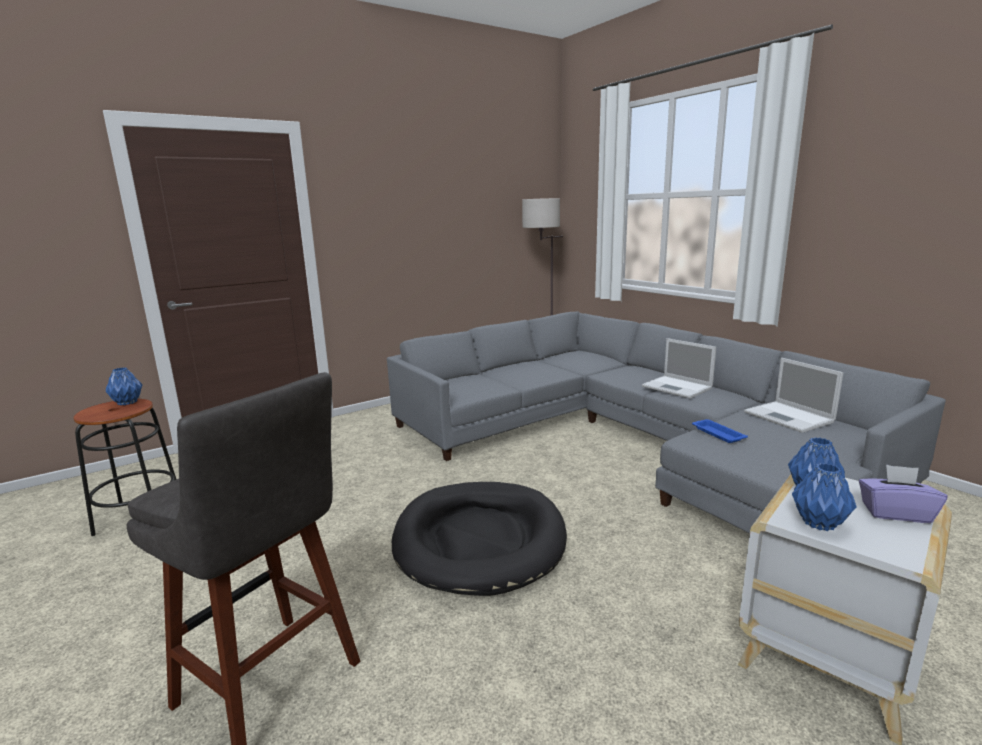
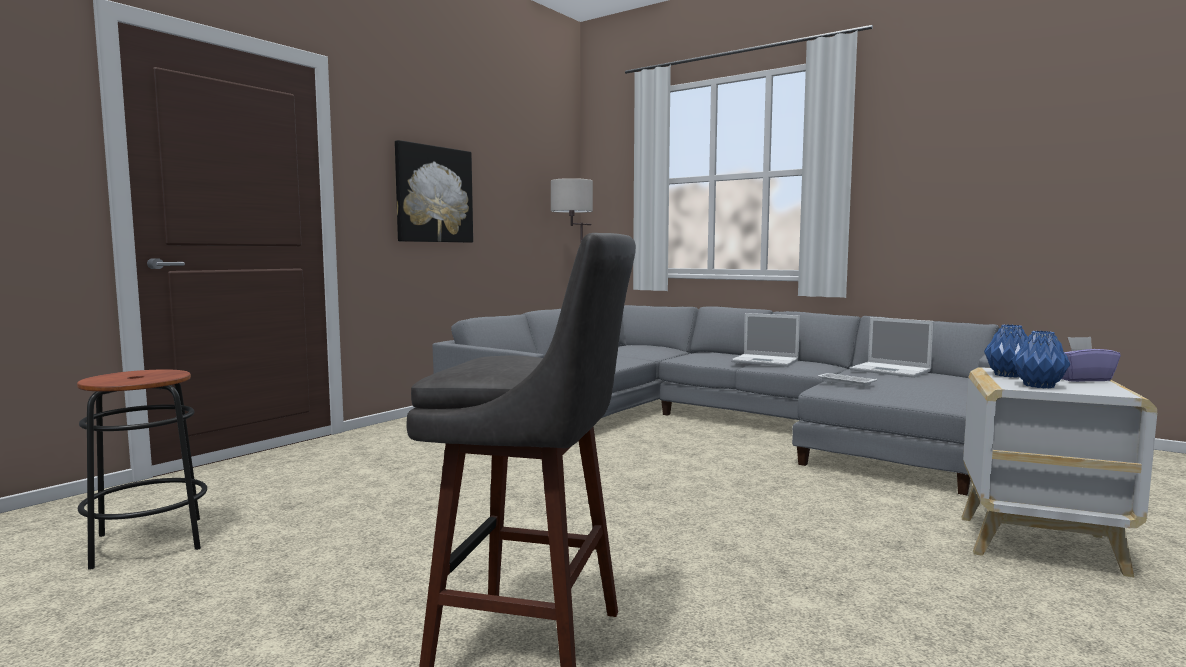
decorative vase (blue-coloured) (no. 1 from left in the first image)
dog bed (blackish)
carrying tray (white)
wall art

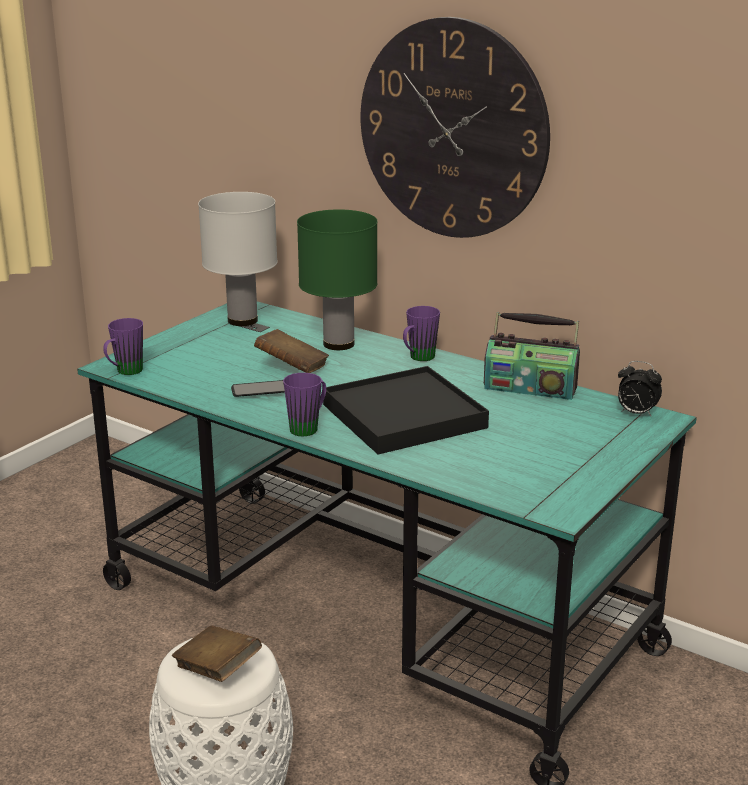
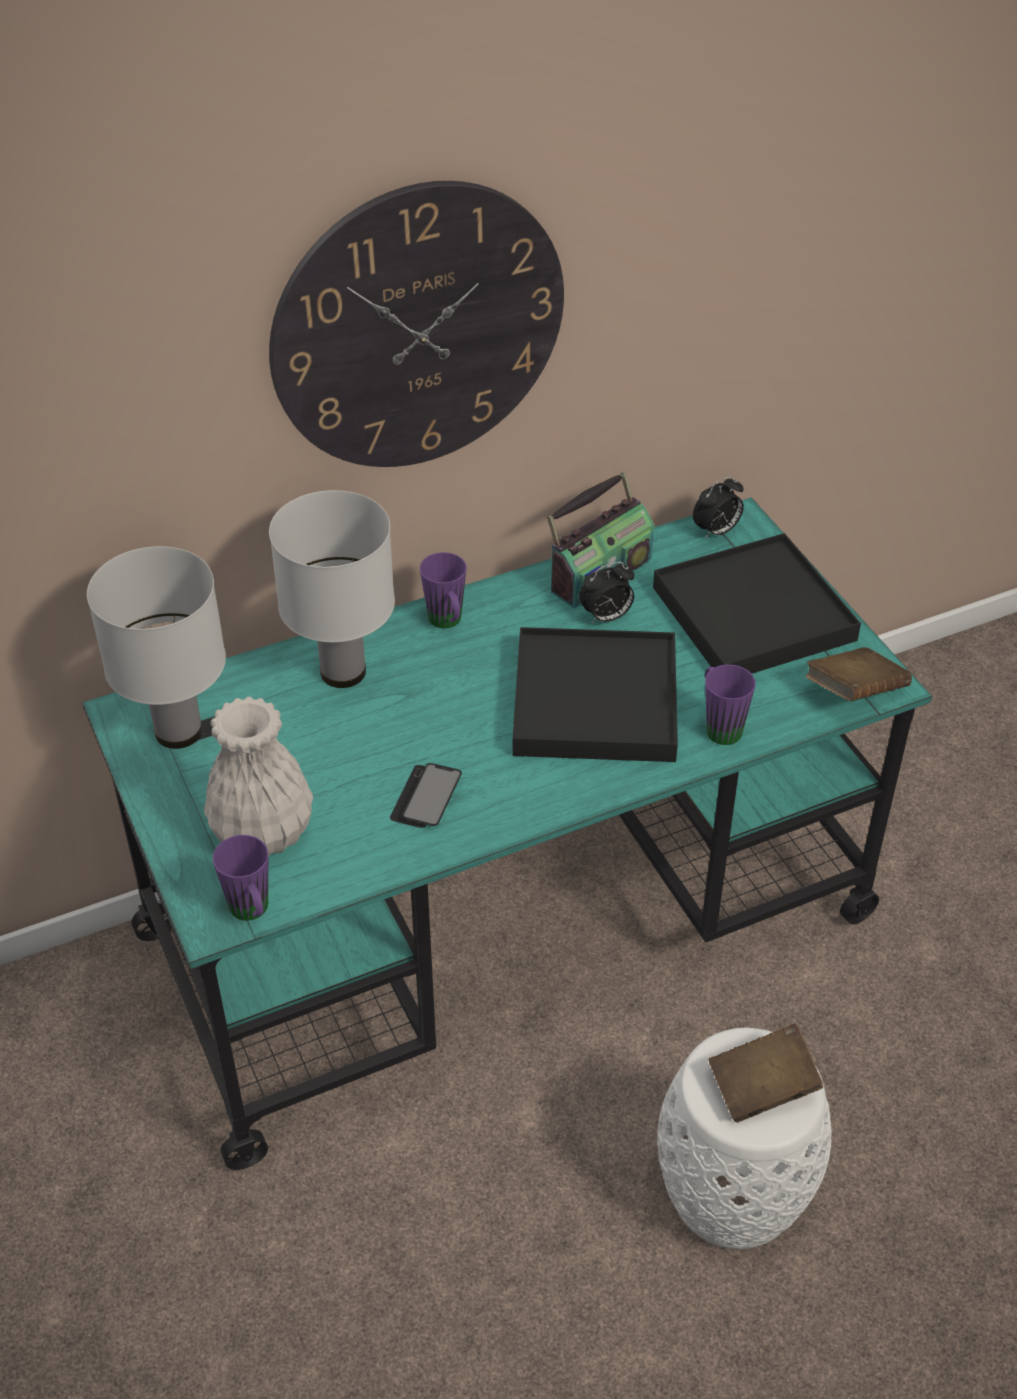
bound book (brownish) (no. 2 from left)
coffee mug (purplish) (no. 3 from left)
tabletop lamp (white) (no. 2 from left)
decorative vase (white)
table clock (no. 1 from left)
carrying tray (blackish) (no. 2 from left)

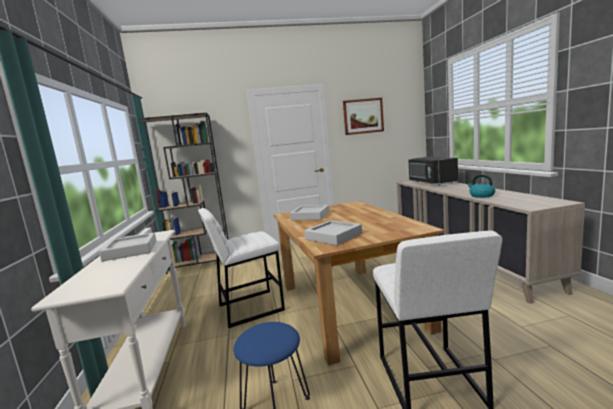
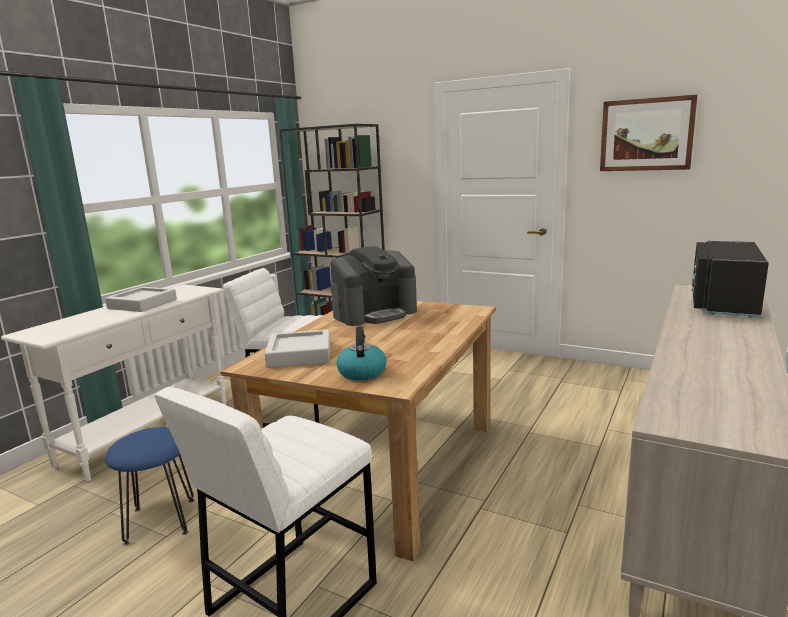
coffee brewer
tea kettle

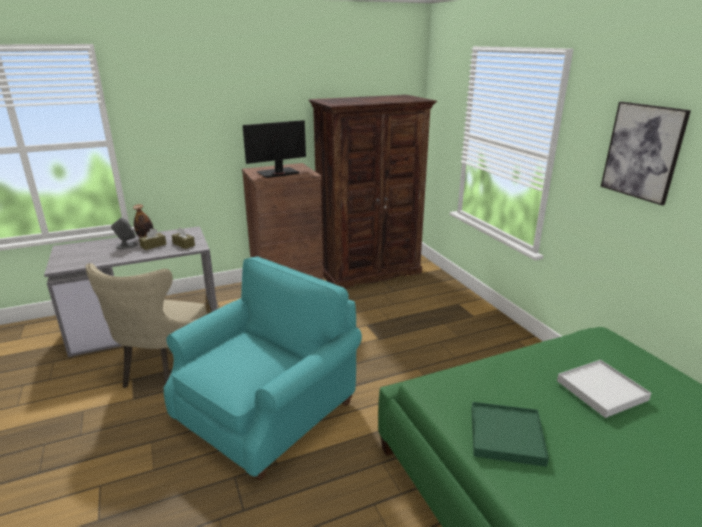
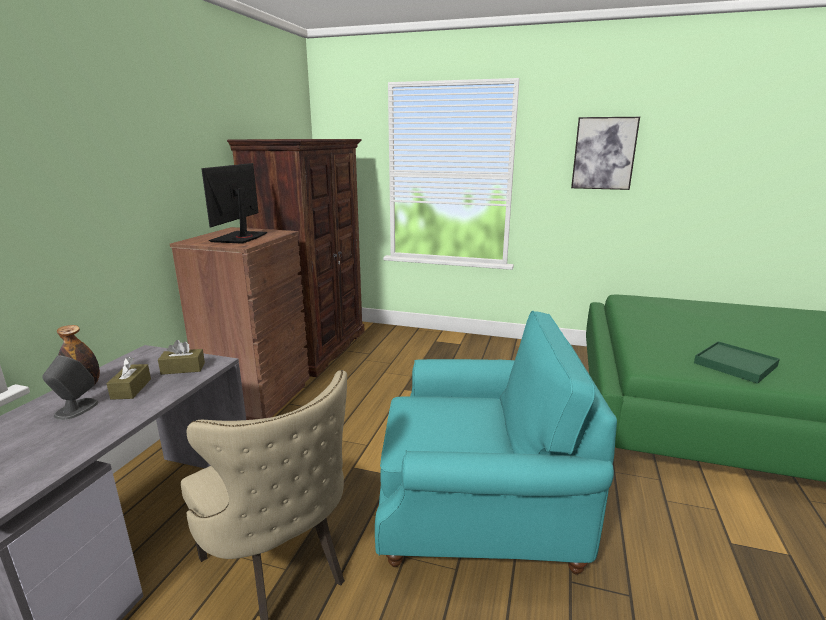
easy chair (turquoise-coloured)
carrying tray (white)

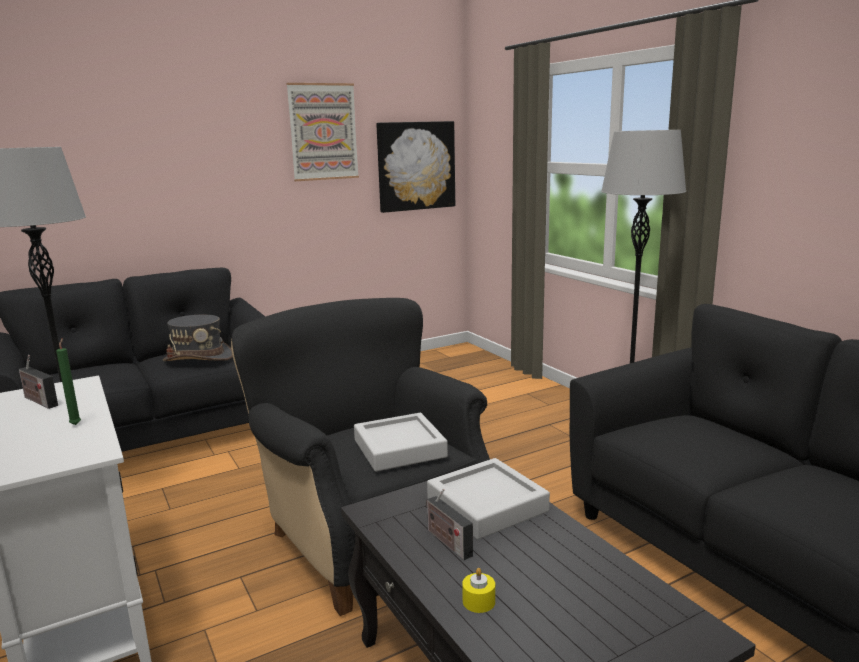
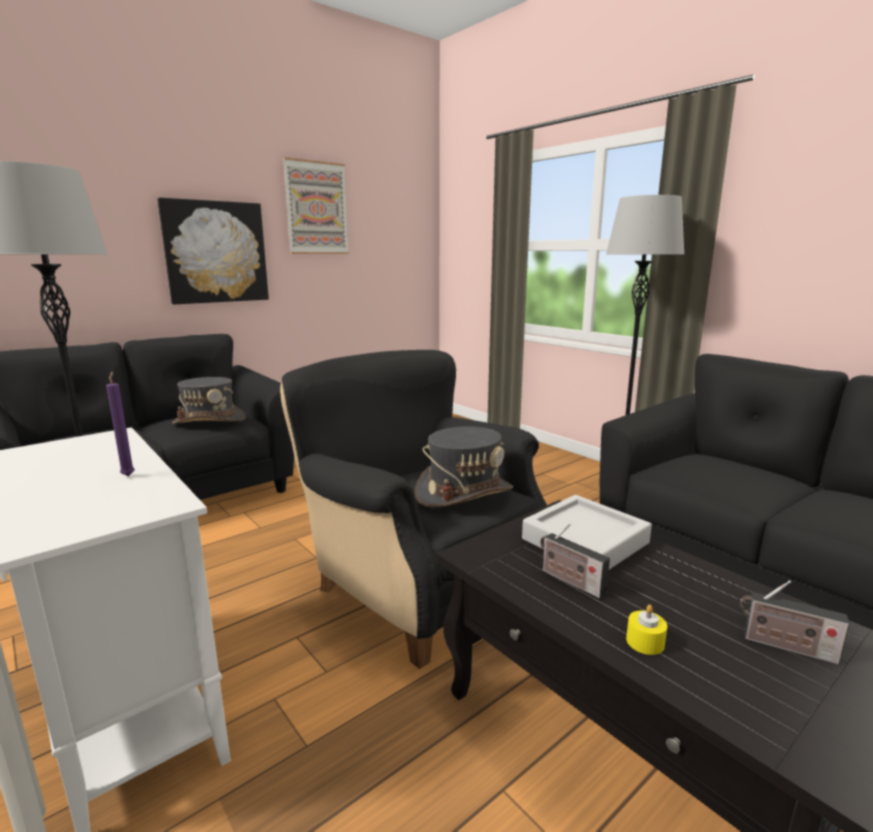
radio receiver (no. 2 from left)
candle (purplish)
wearable hat (gray) (no. 2 from left)
wall art (no. 1 from left)

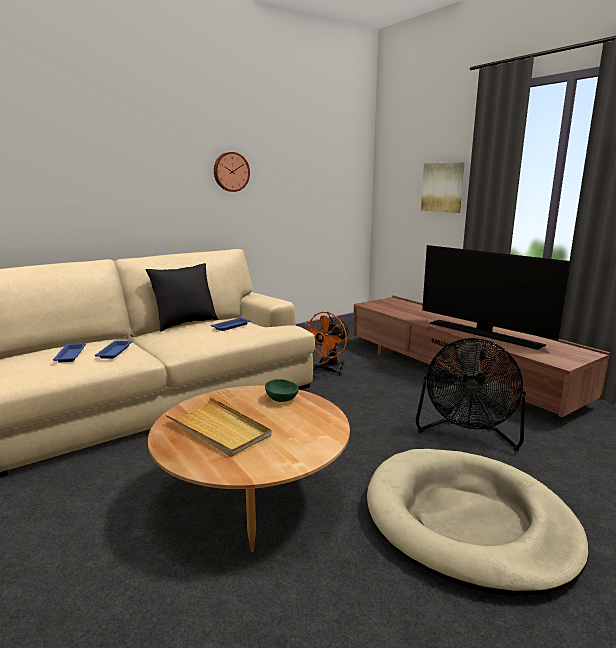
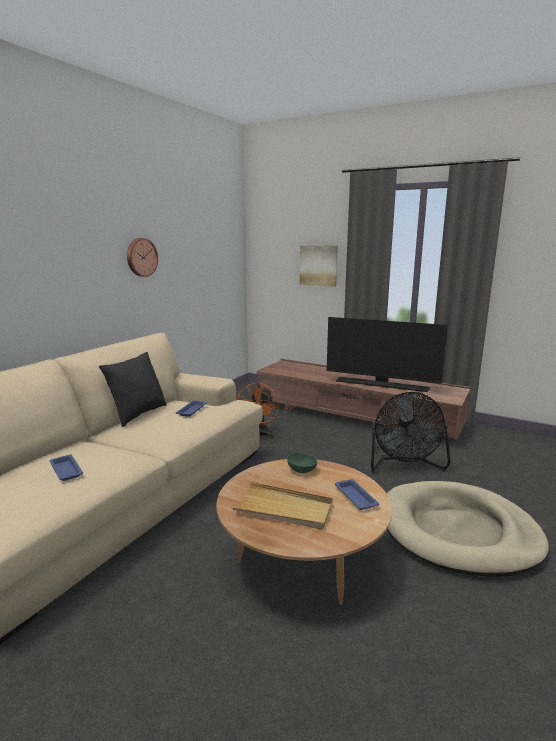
carrying tray (blue-coloured) (no. 3 from left)

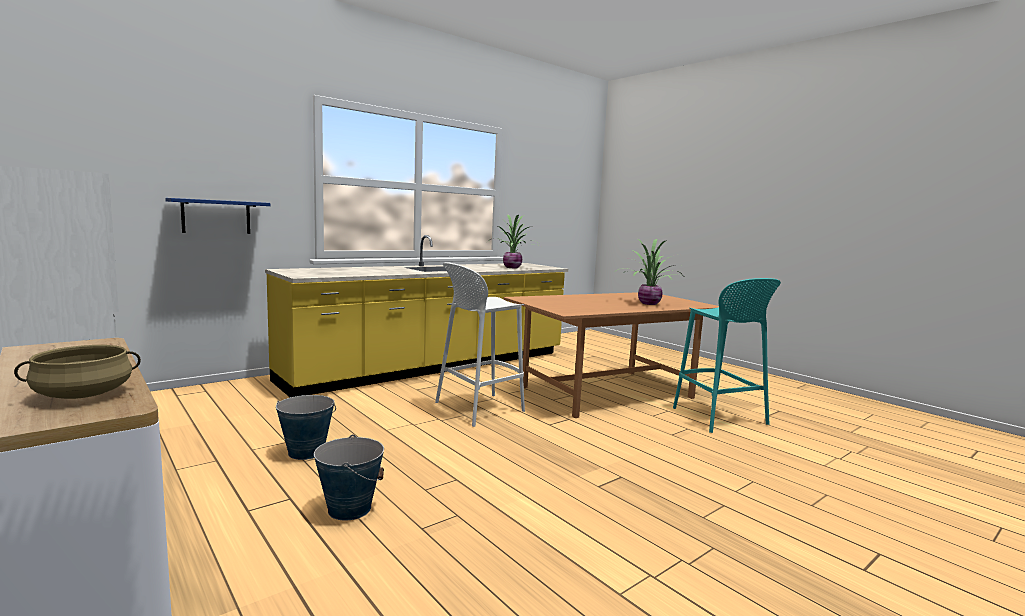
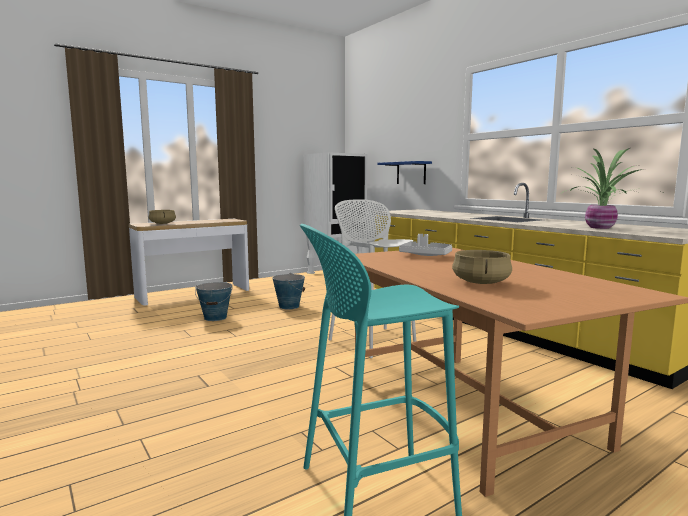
stockpot (beige) (no. 2 from left)
carrying tray (gray)

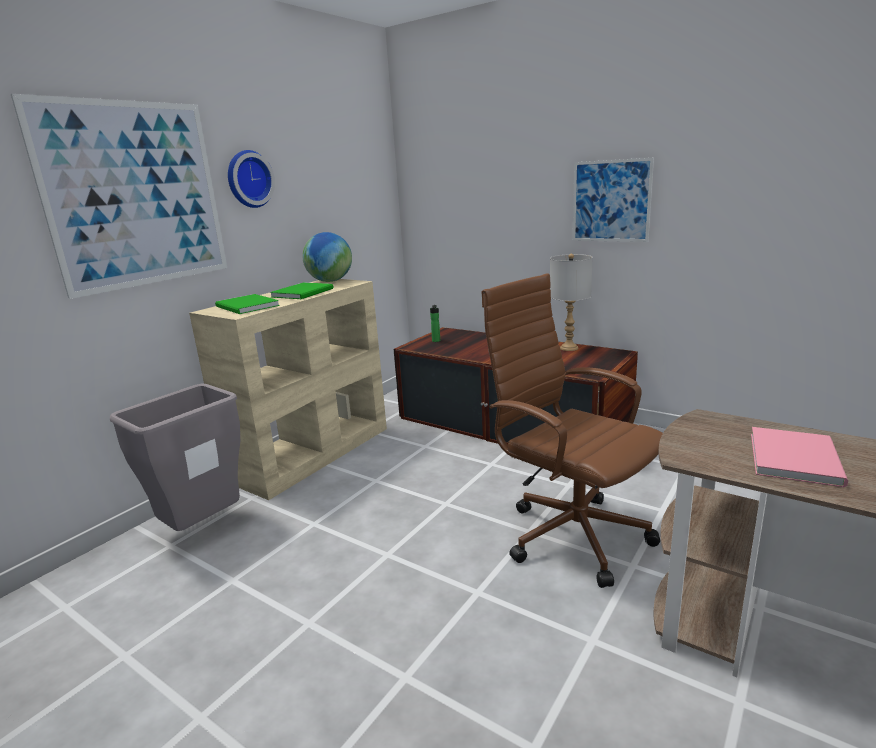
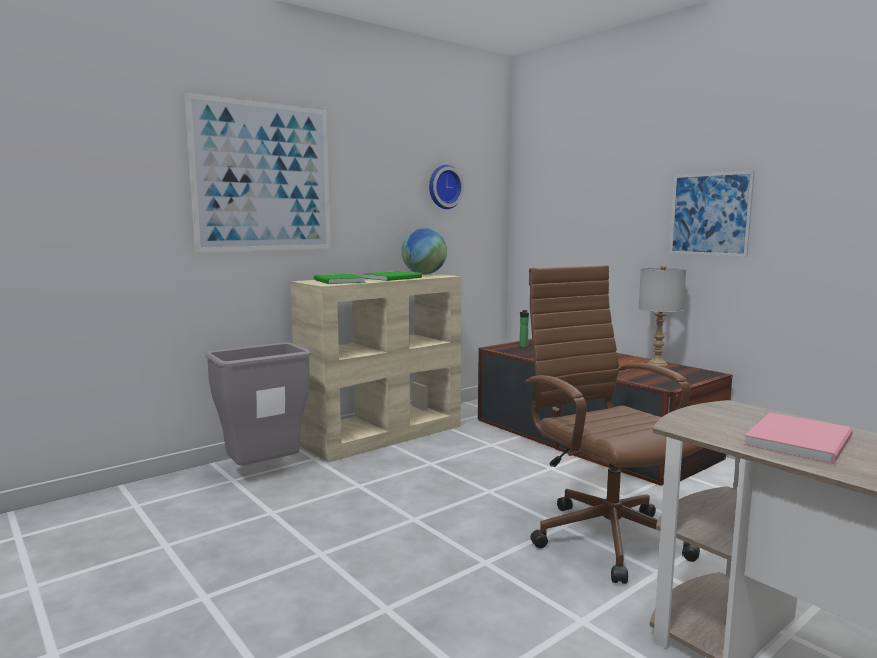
clock on the wall

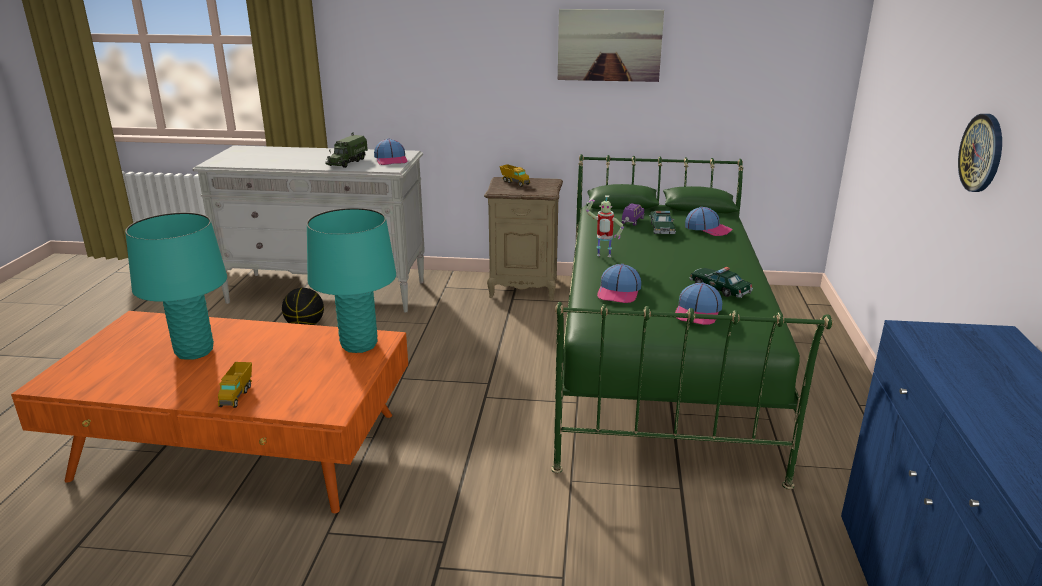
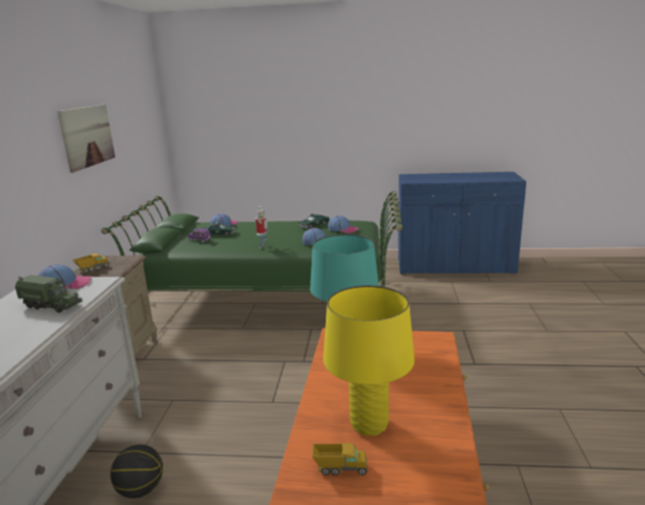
tabletop lamp (yellow-coloured)
toy truck (no. 3 from left)
clock on the wall

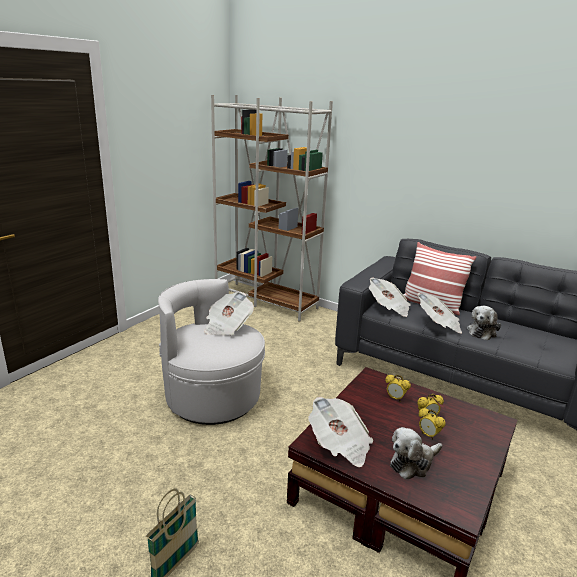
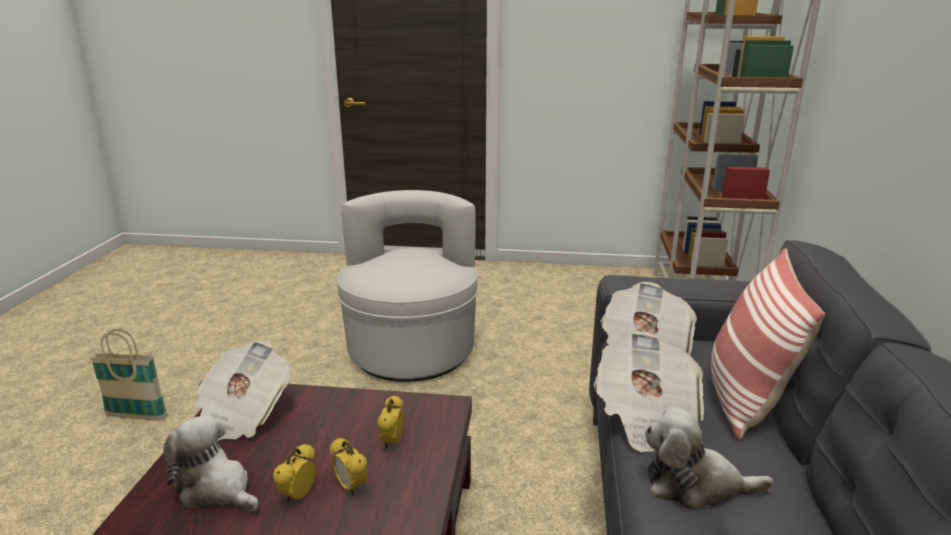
printed paper (no. 1 from left in the first image)

